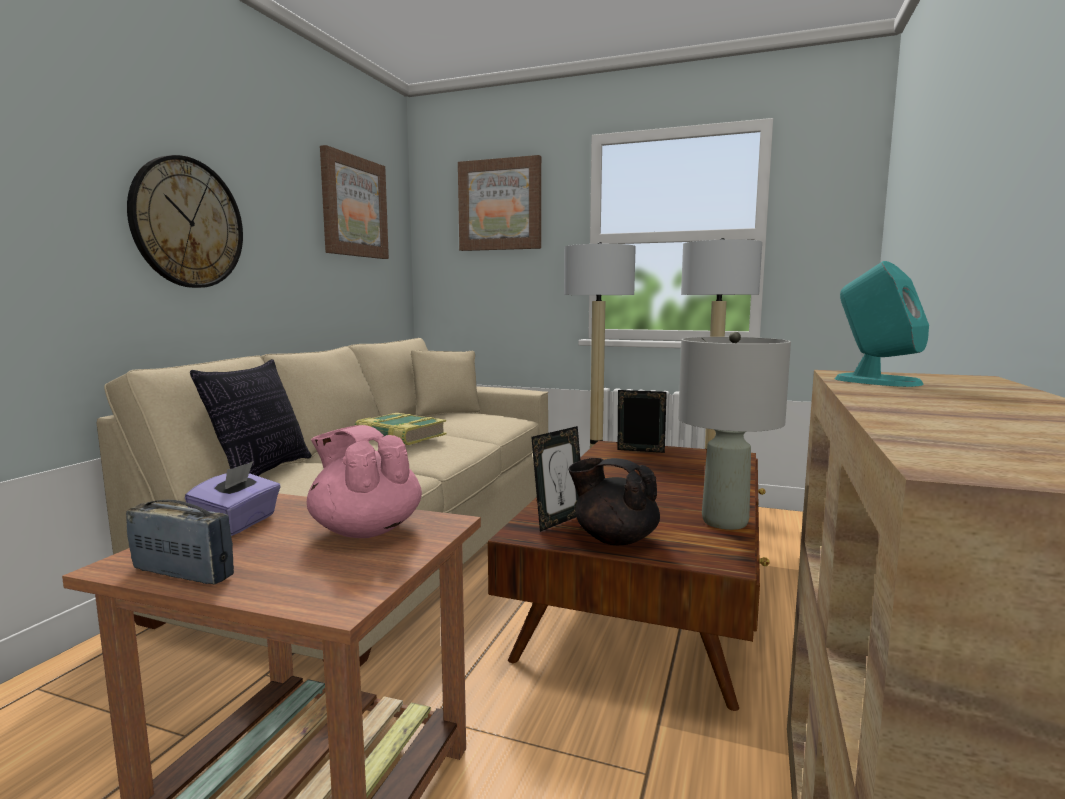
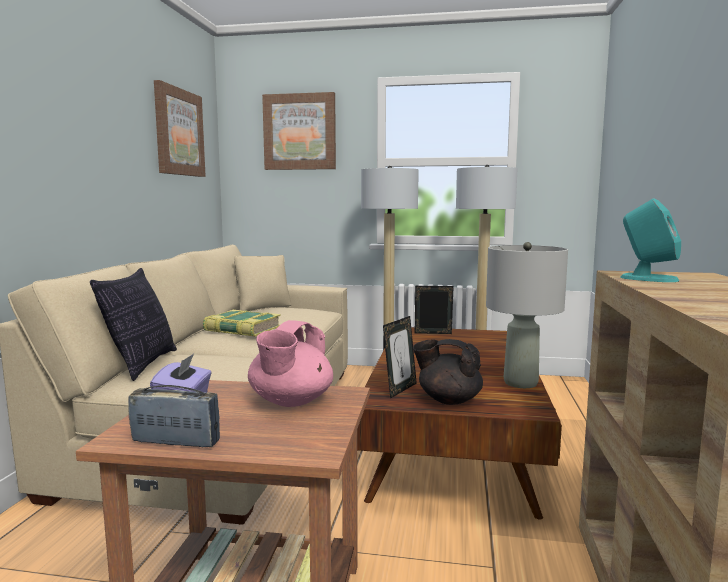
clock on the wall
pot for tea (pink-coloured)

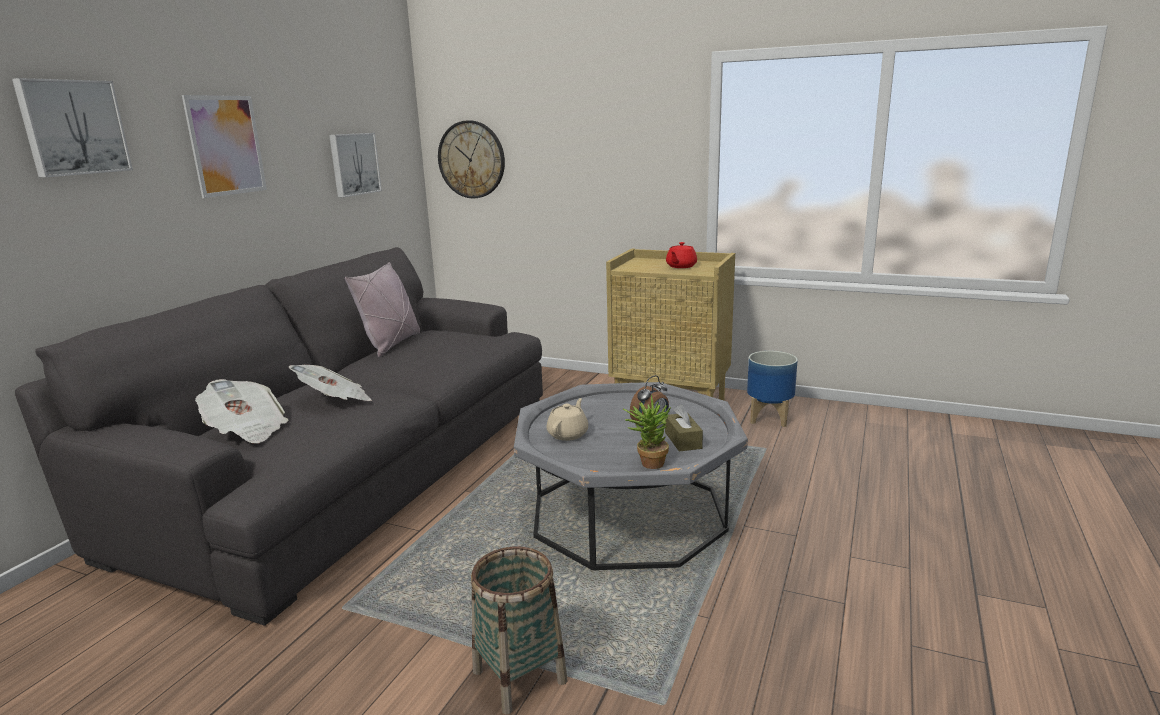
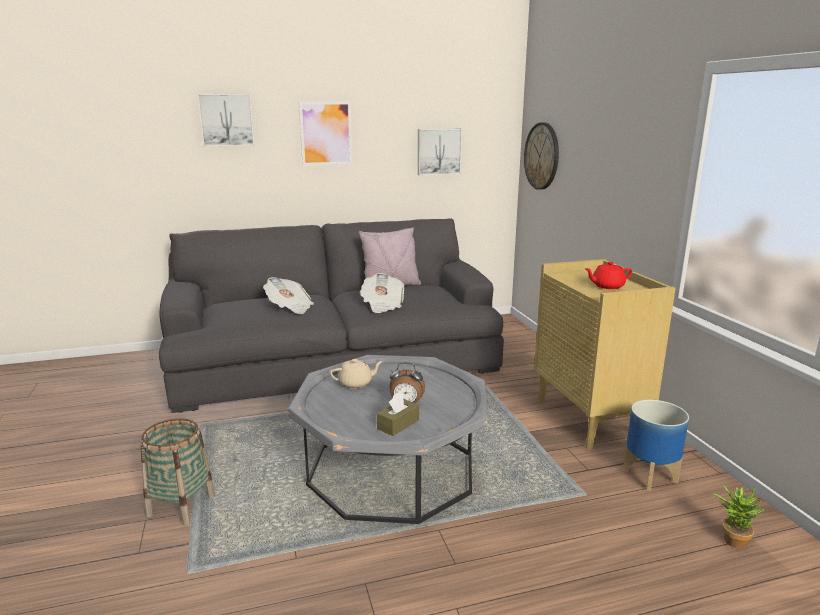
printed paper (no. 2 from left)
houseplant

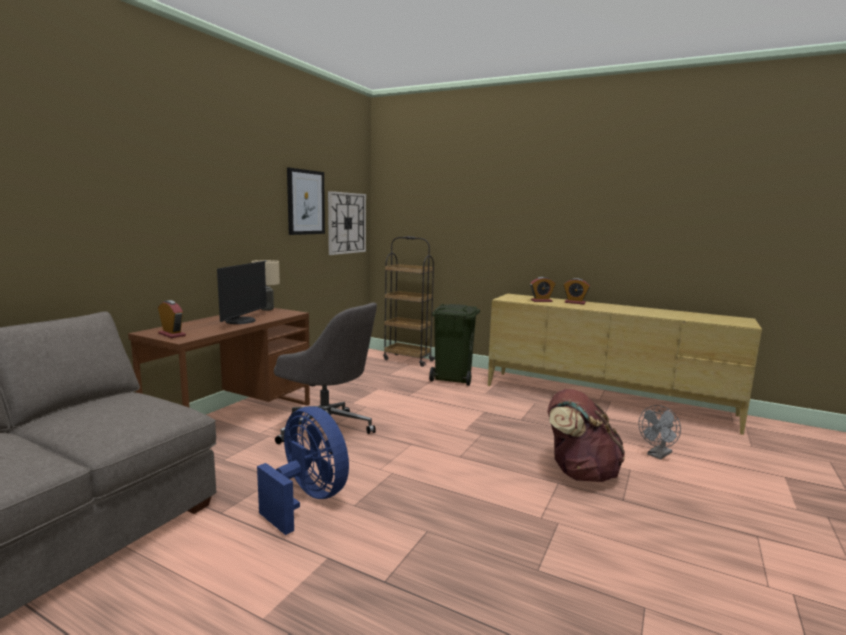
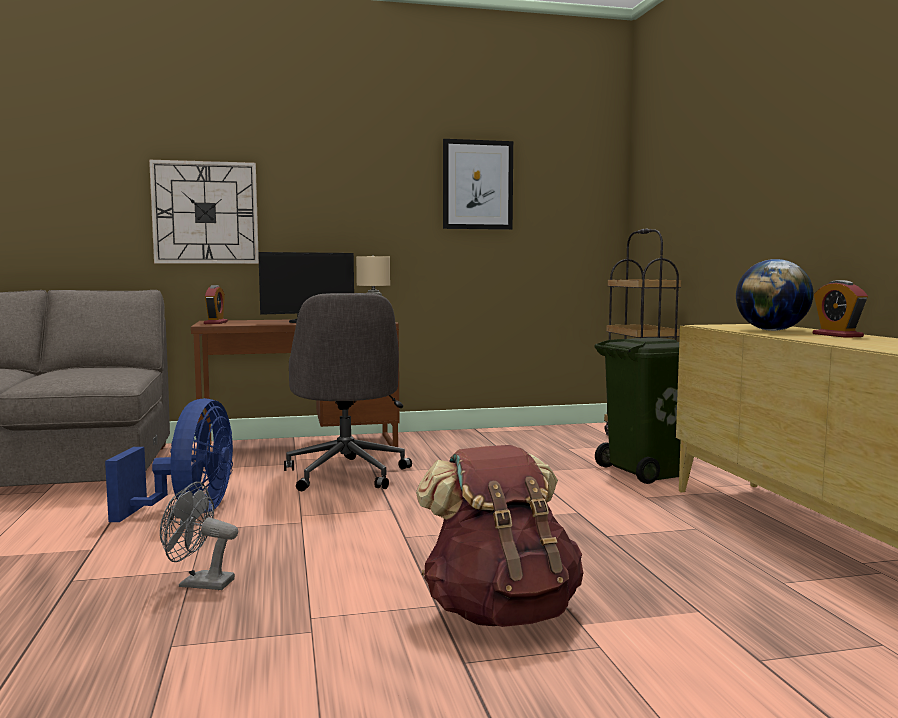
clock on the wall
world globe
electric fan (gray)

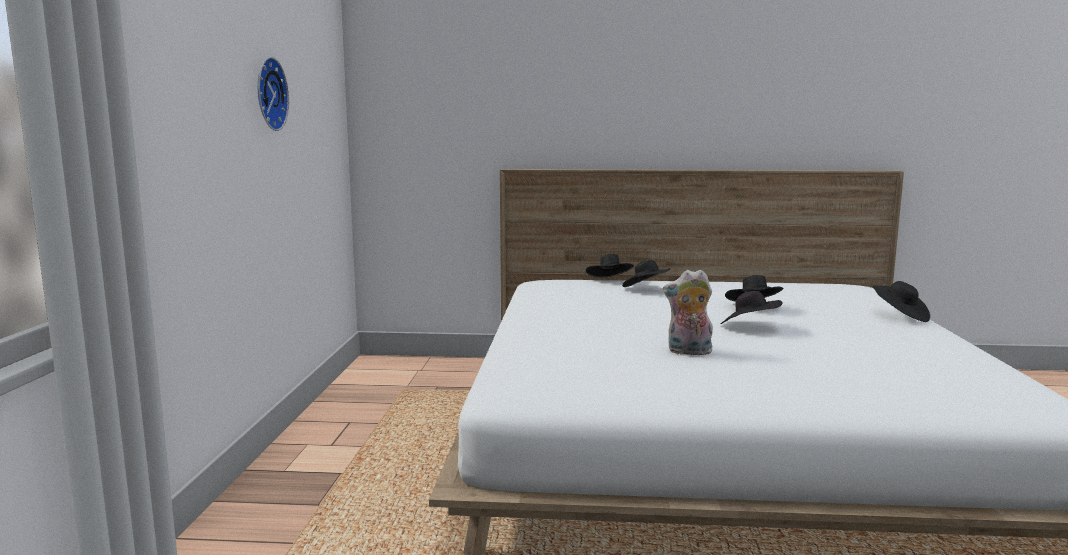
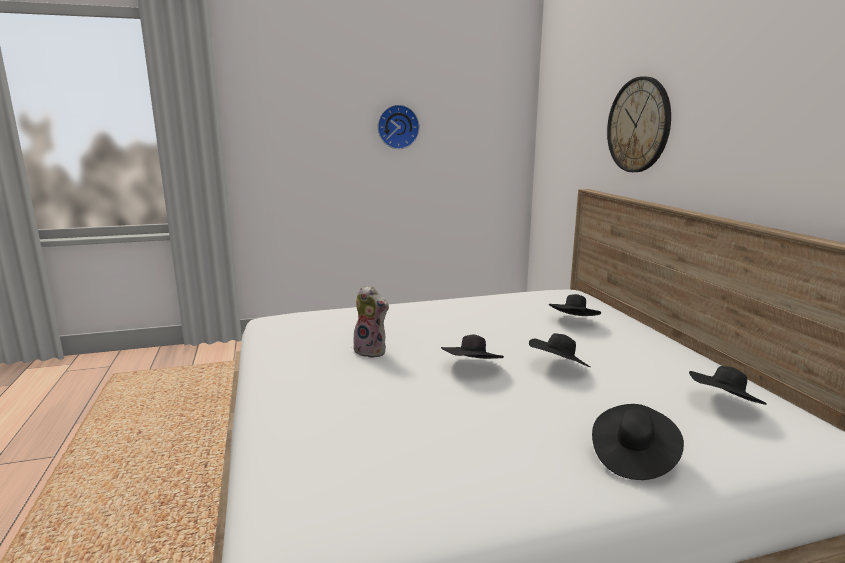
wearable hat (blackish) (no. 5 from left)
soft toy
clock on the wall (no. 2 from left)

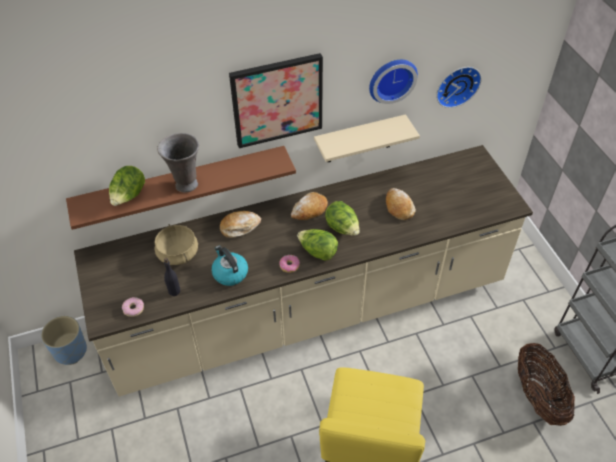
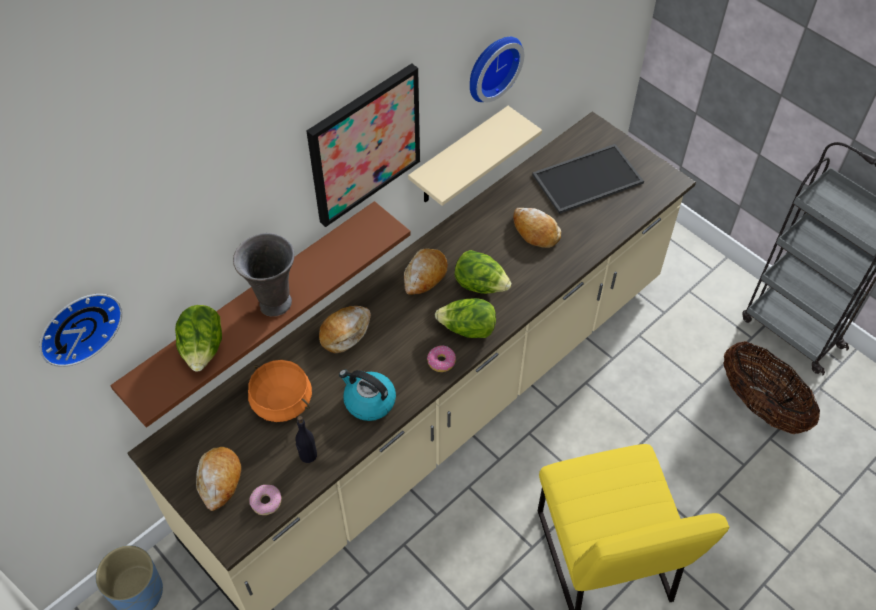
stockpot (orange-coloured)
clock on the wall (no. 1 from left)
bread (no. 1 from left)
carrying tray

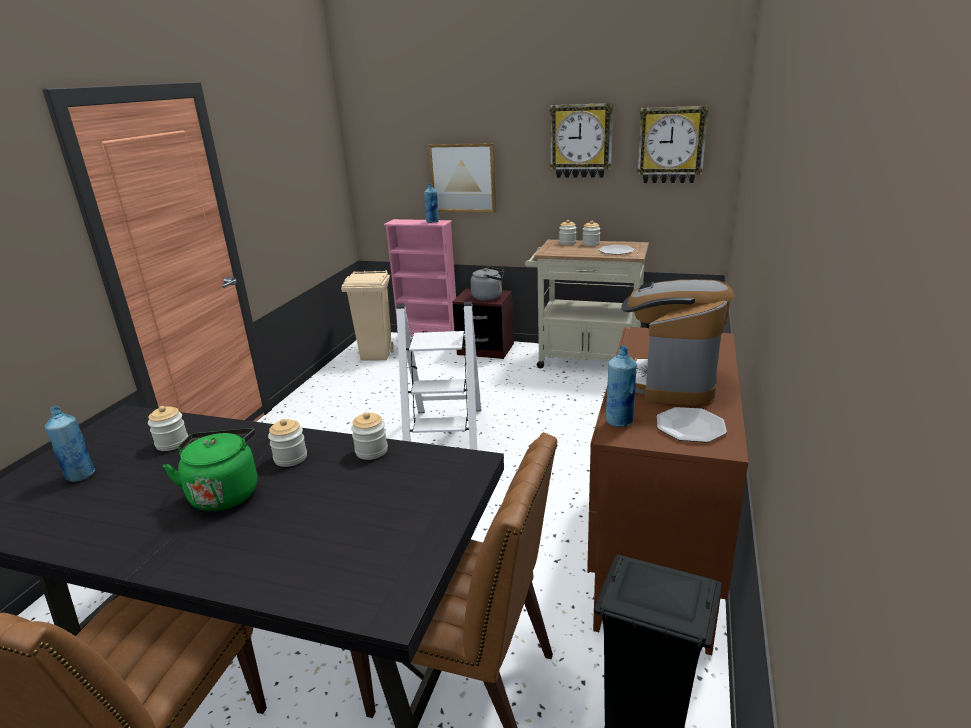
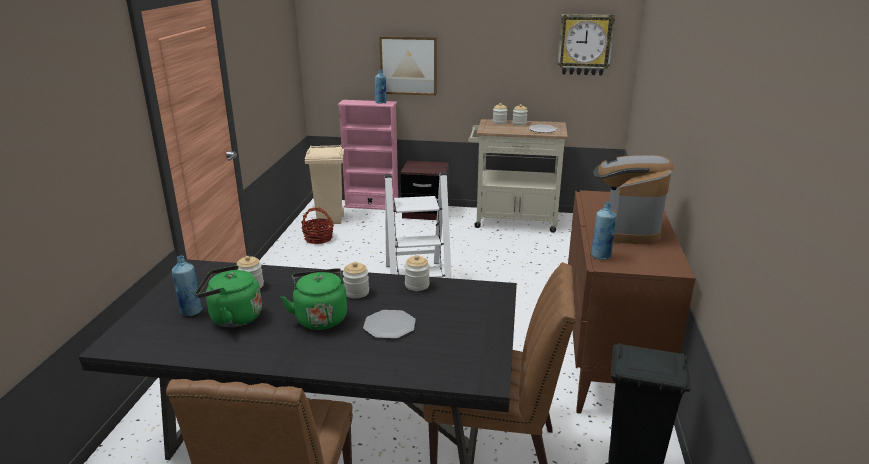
tea kettle (gray)
clock on the wall (no. 1 from left in the first image)
plate (no. 1 from left)
tea kettle (greenish) (no. 1 from left)
storage basket

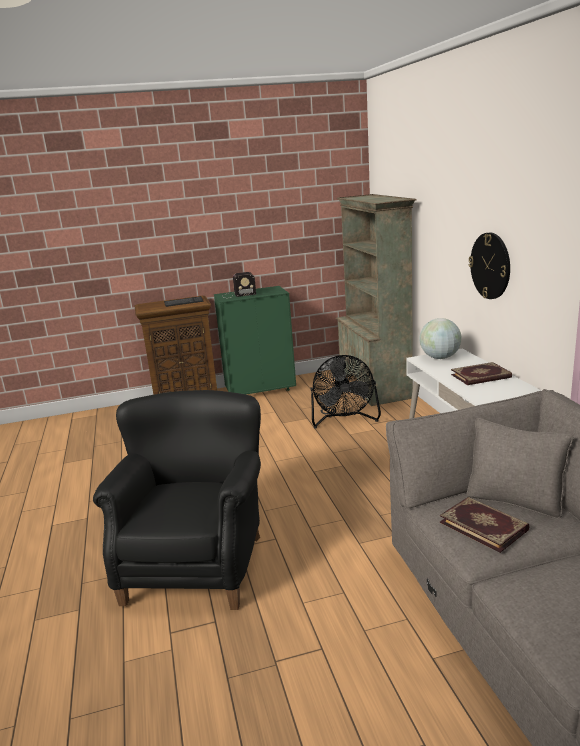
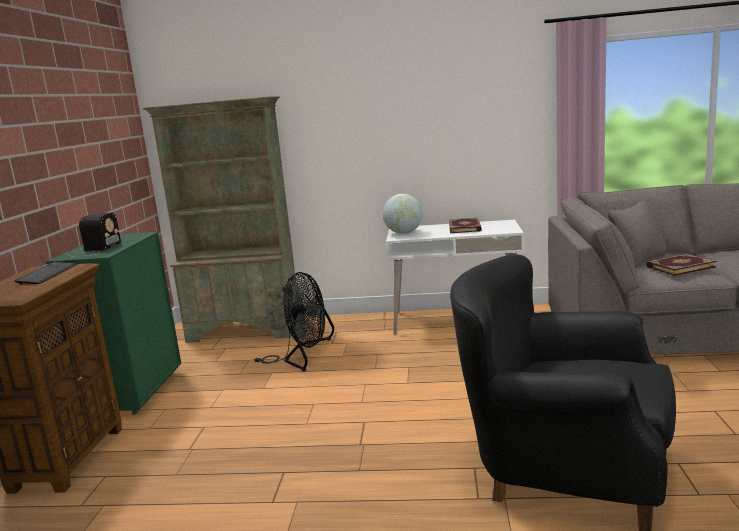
clock on the wall

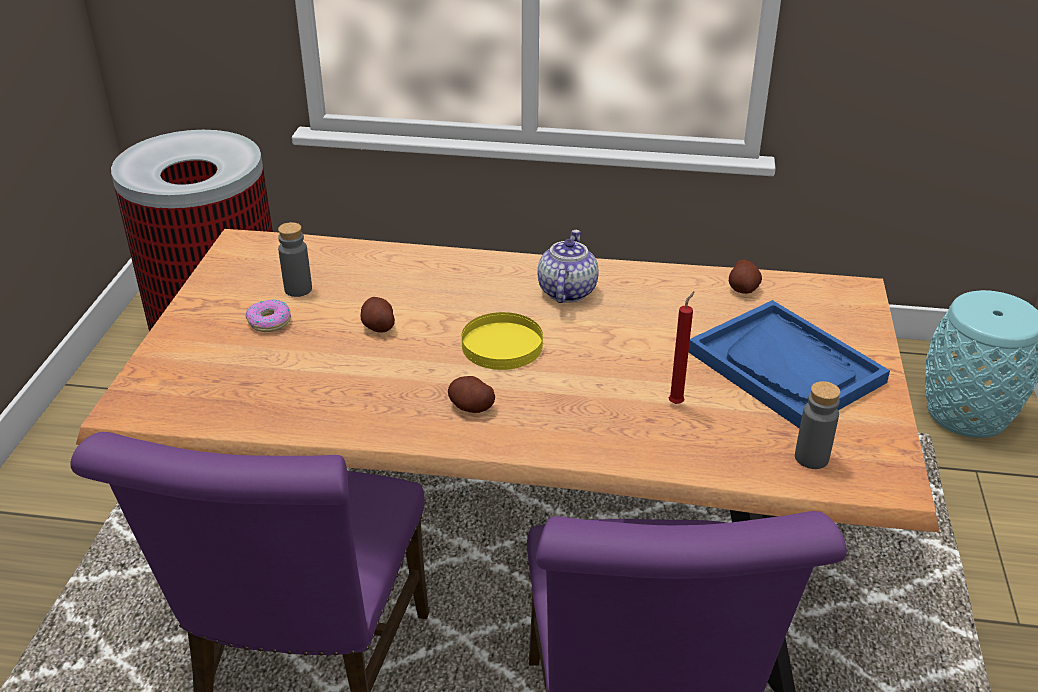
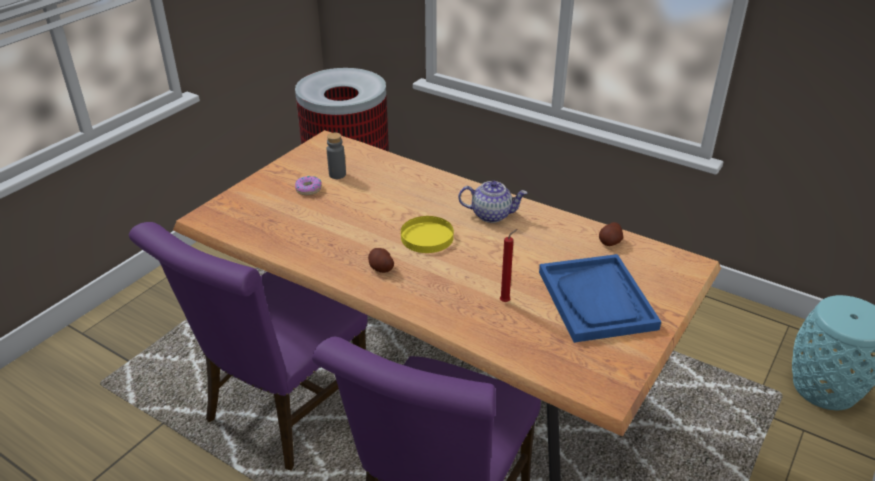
spud (no. 1 from left in the first image)
pot for tea
bottle (gray) (no. 2 from left in the first image)

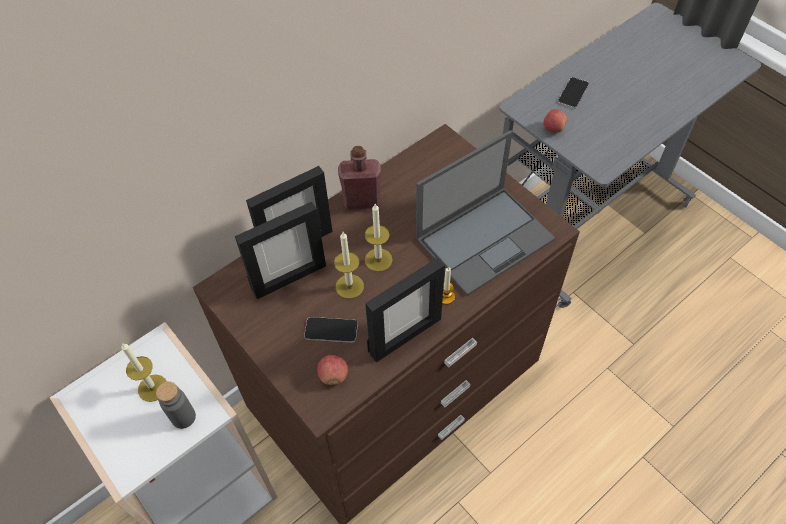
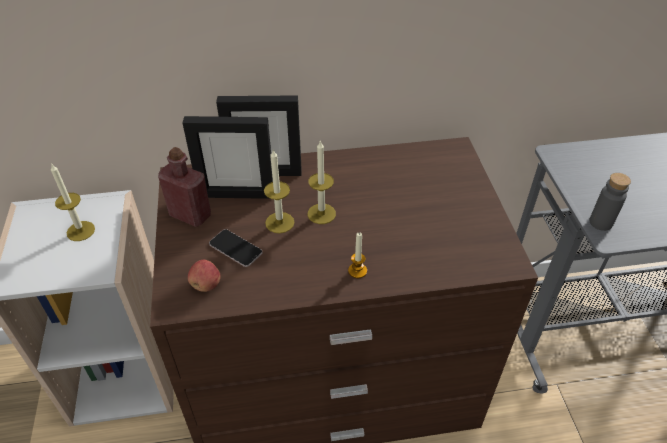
bottle (gray)
bottle (reddish)
photo frame (no. 3 from left in the first image)
portable computer
apple (no. 2 from left in the first image)
telephone (no. 2 from left in the first image)

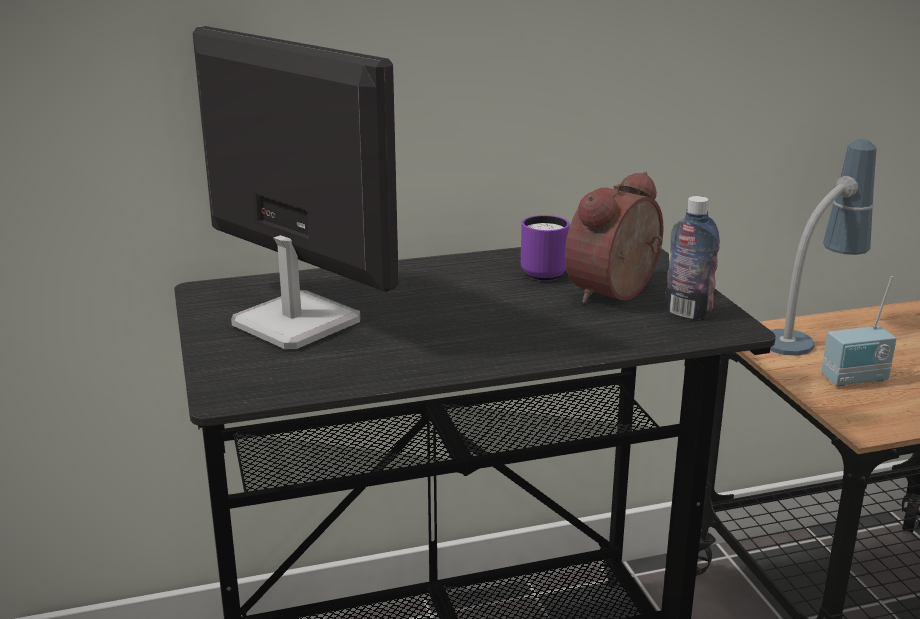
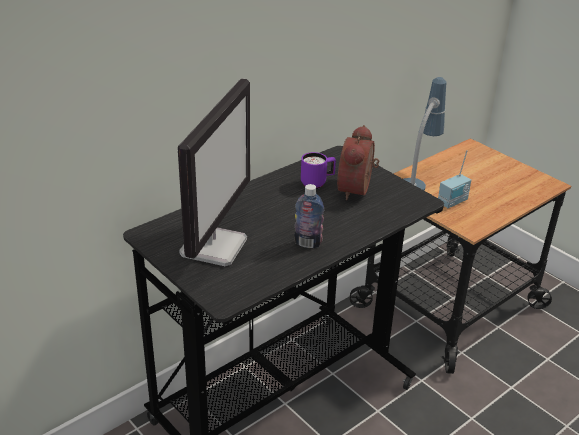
monitor
bottle

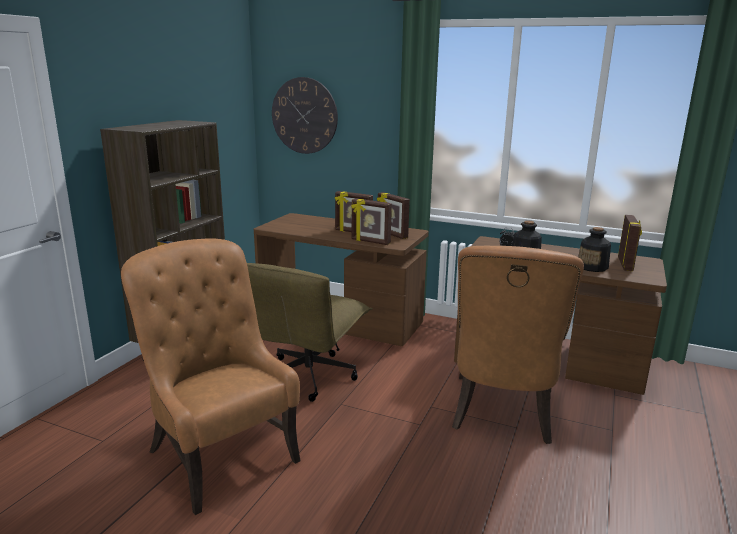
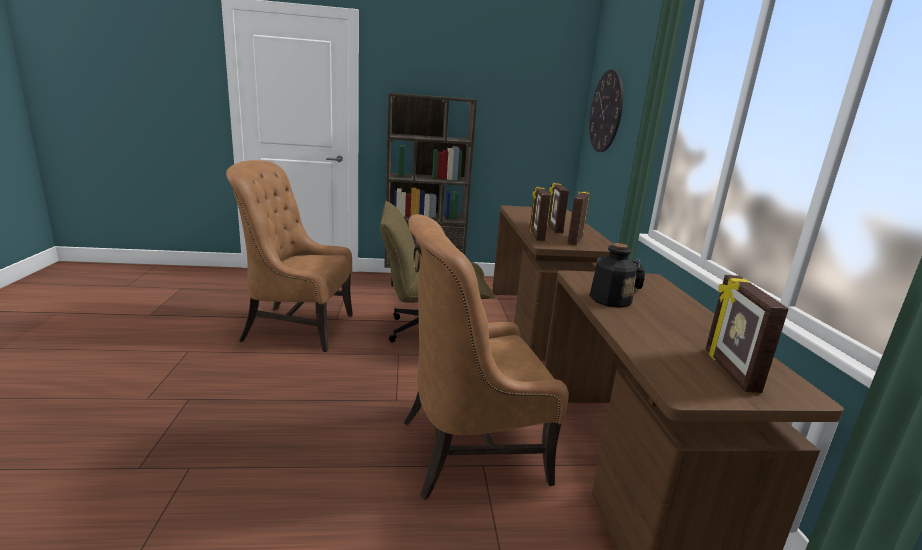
upright chair (brownish) (no. 1 from left)
bottle (no. 2 from left in the first image)
photo frame (no. 4 from left)

